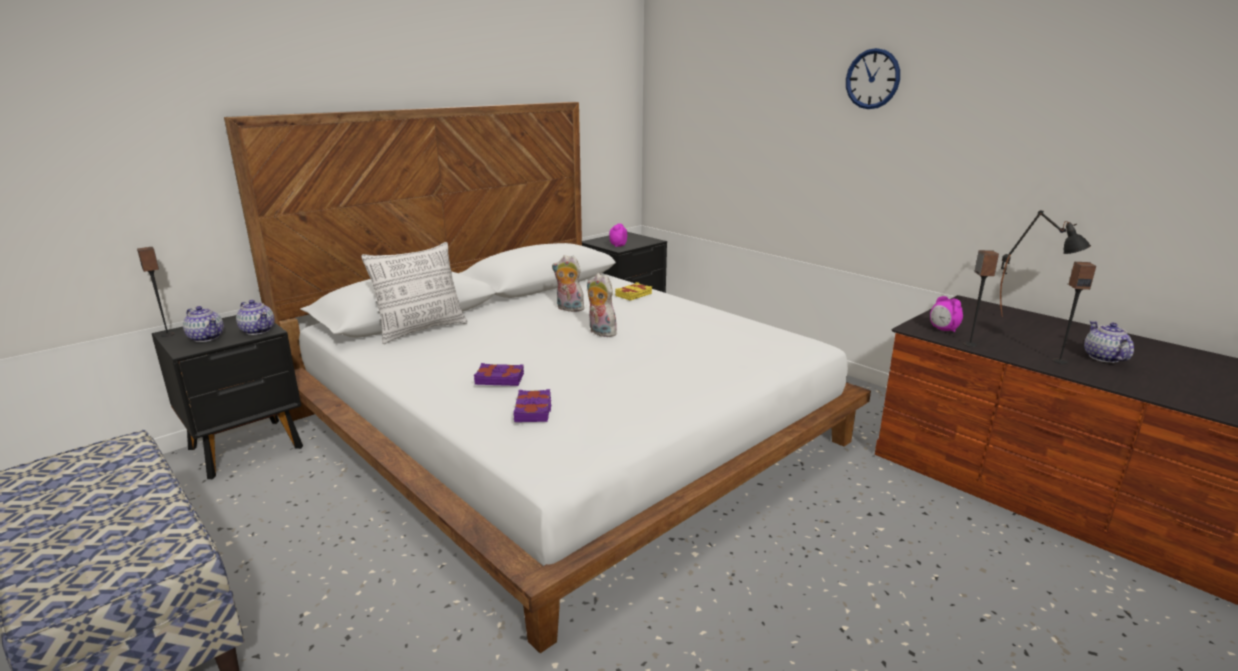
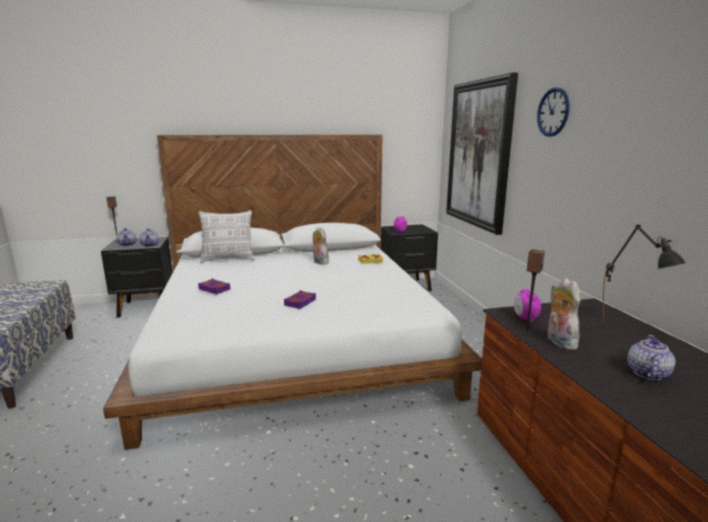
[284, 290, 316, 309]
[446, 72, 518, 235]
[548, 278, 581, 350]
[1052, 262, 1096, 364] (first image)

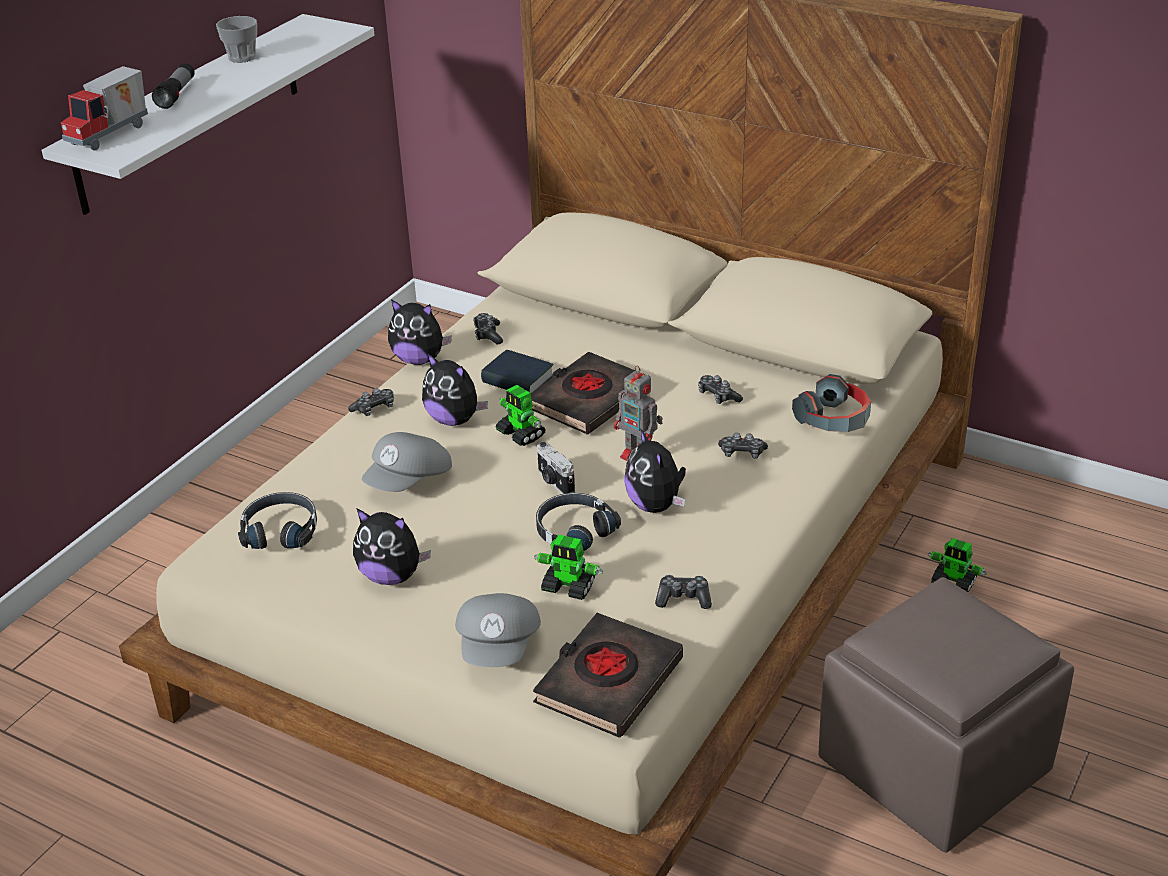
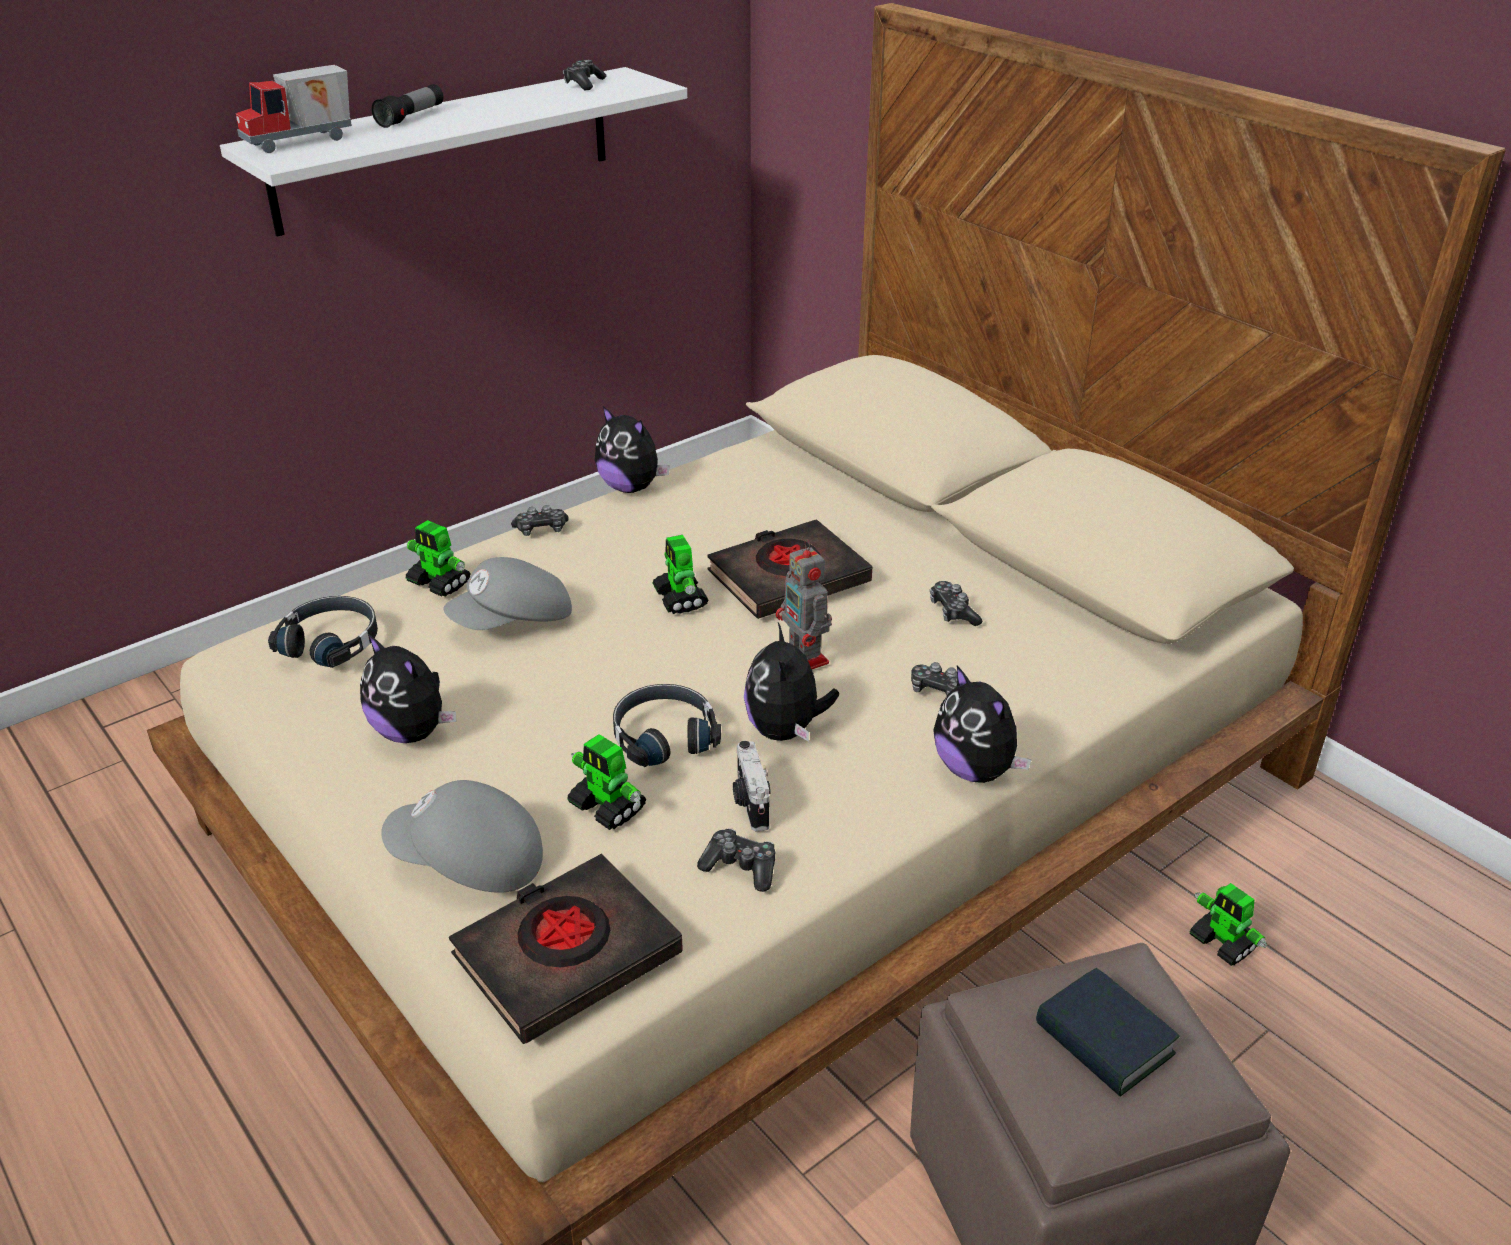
[381, 780, 543, 893]
[405, 520, 470, 597]
[563, 60, 606, 90]
[733, 741, 771, 831]
[933, 666, 1032, 783]
[1036, 968, 1180, 1097]
[216, 16, 257, 63] (first image)
[792, 374, 871, 432] (first image)

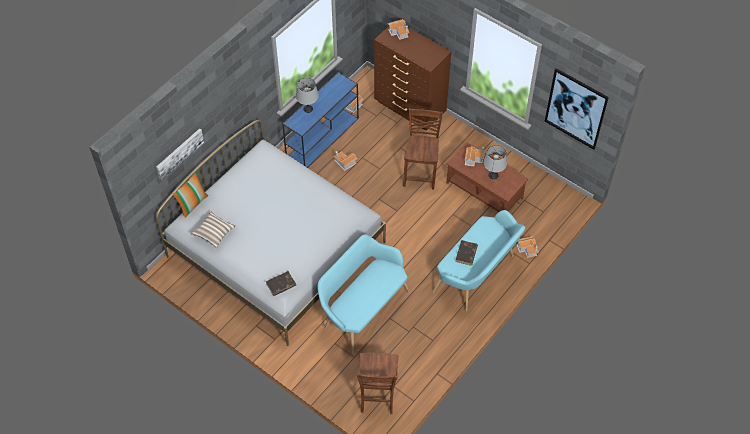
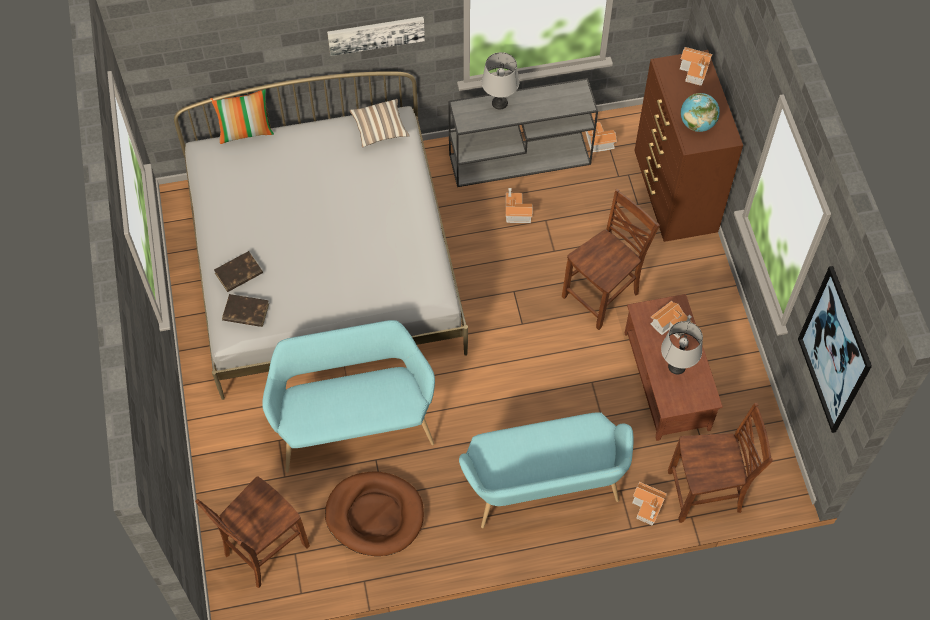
[214, 251, 263, 292]
[325, 472, 424, 556]
[327, 17, 425, 56]
[350, 99, 410, 147]
[449, 78, 598, 187]
[668, 403, 773, 523]
[681, 93, 720, 132]

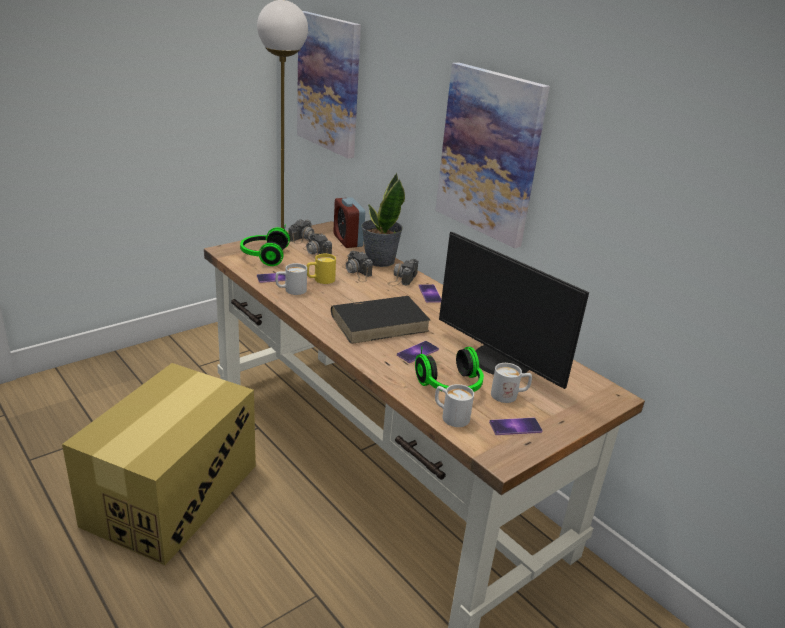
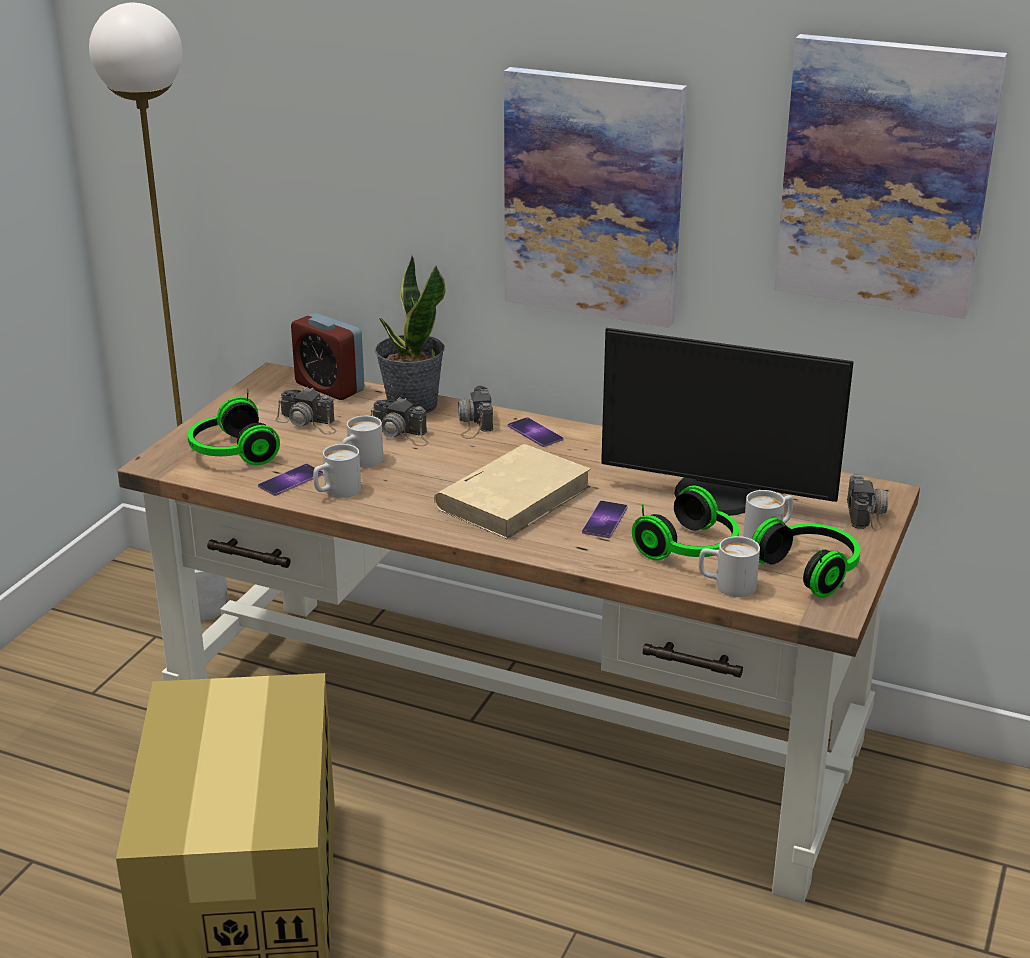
[342, 416, 383, 467]
[434, 444, 591, 539]
[752, 518, 860, 598]
[774, 34, 1007, 319]
[847, 474, 888, 530]

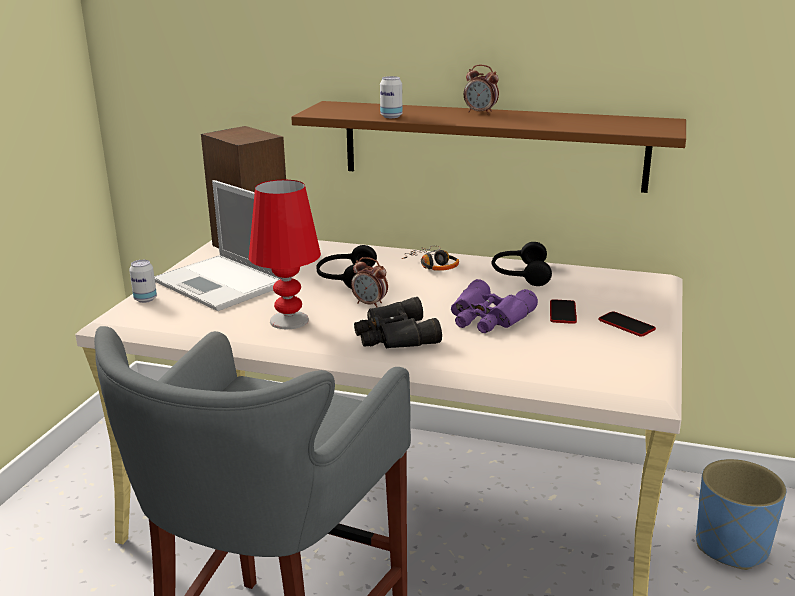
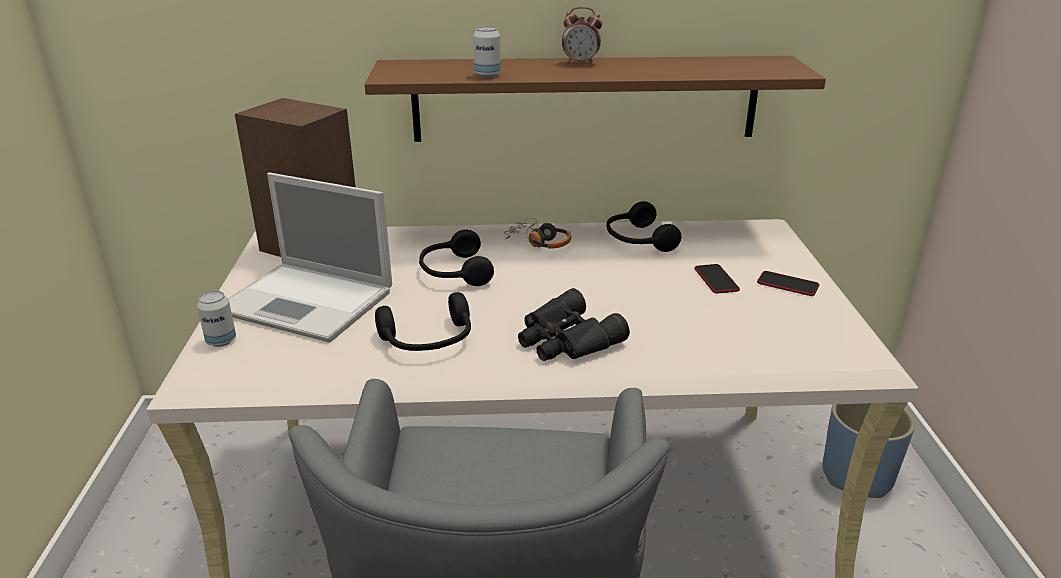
[375, 292, 471, 351]
[351, 257, 388, 308] (first image)
[451, 279, 538, 333] (first image)

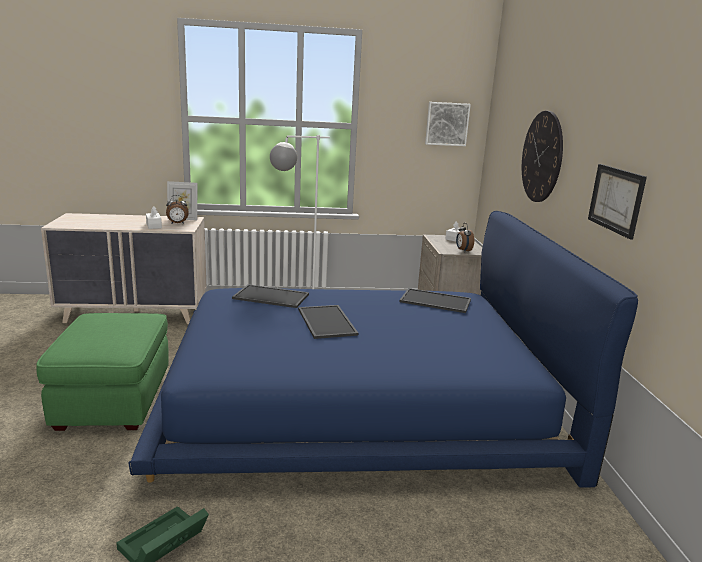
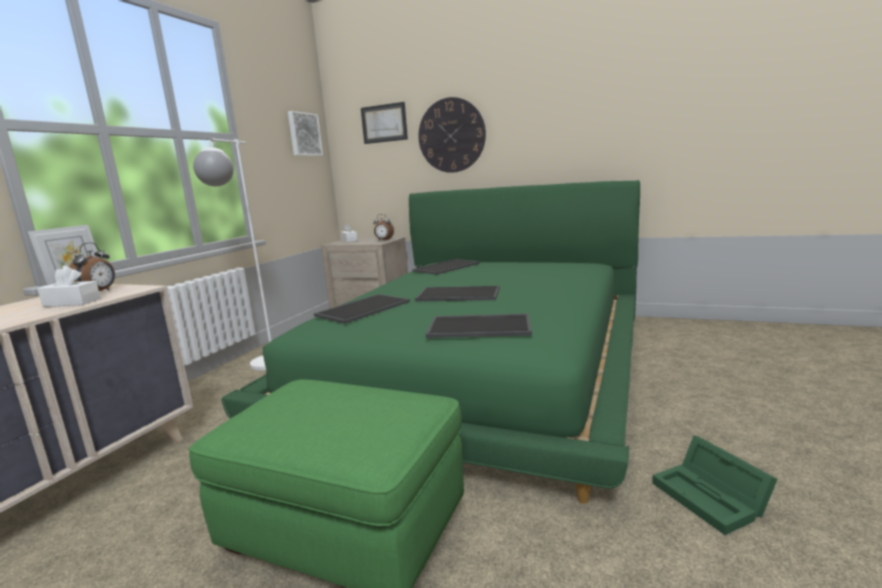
[221, 180, 640, 504]
[361, 102, 408, 144]
[426, 313, 532, 338]

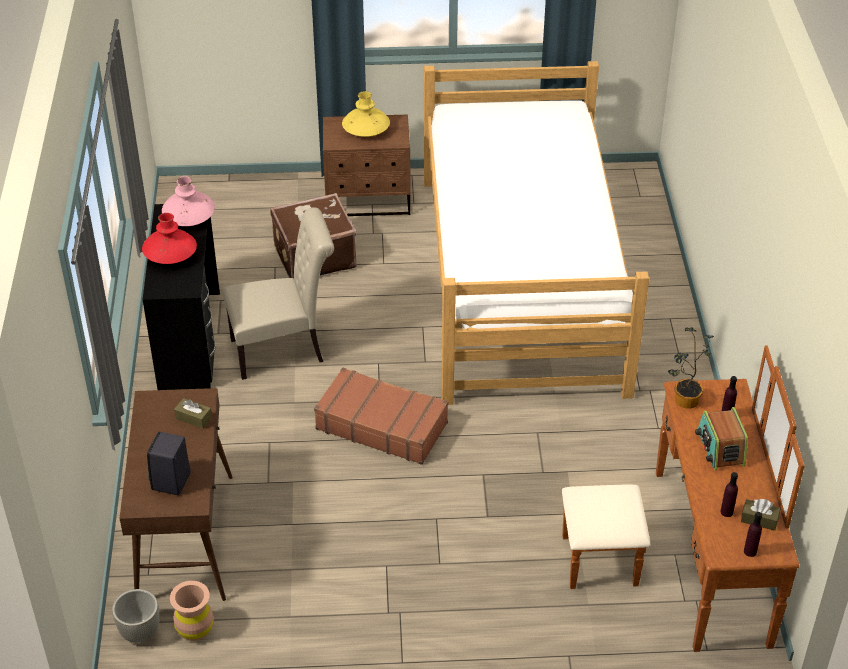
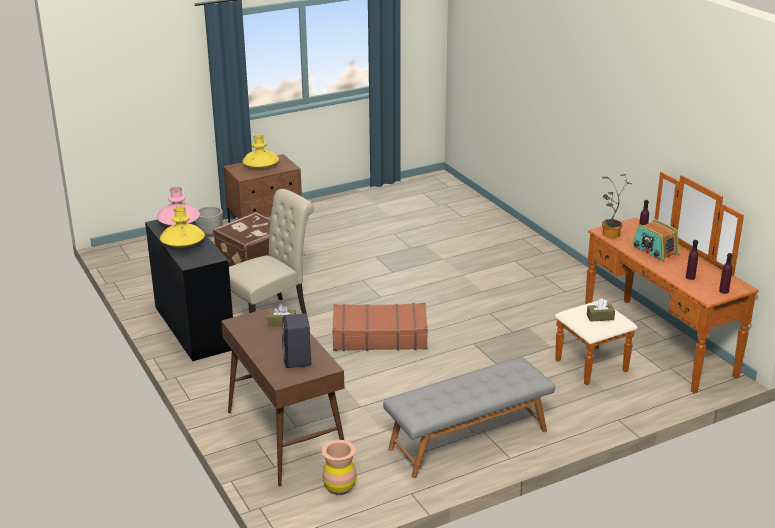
[160, 206, 205, 247]
[197, 206, 223, 237]
[383, 357, 555, 478]
[587, 298, 615, 322]
[424, 61, 649, 405] (first image)

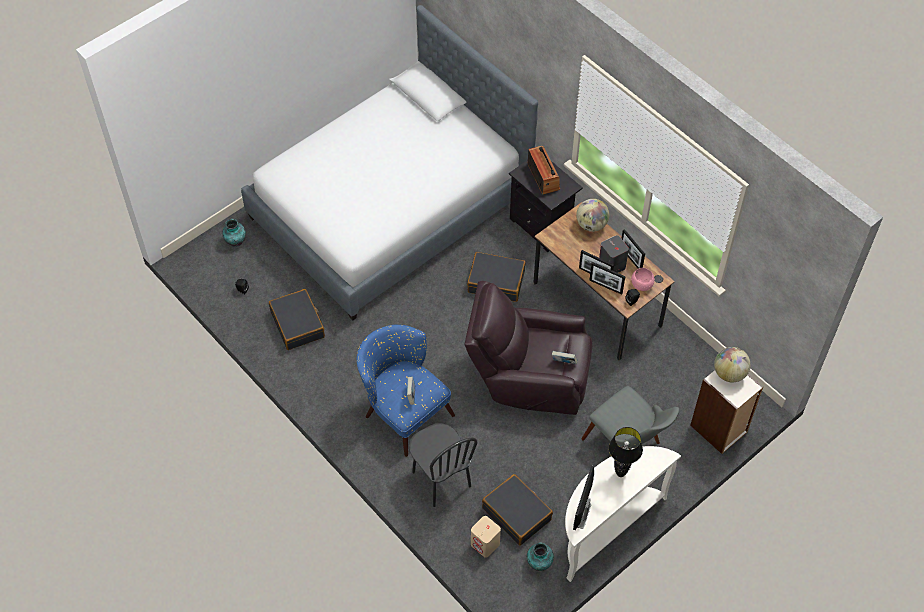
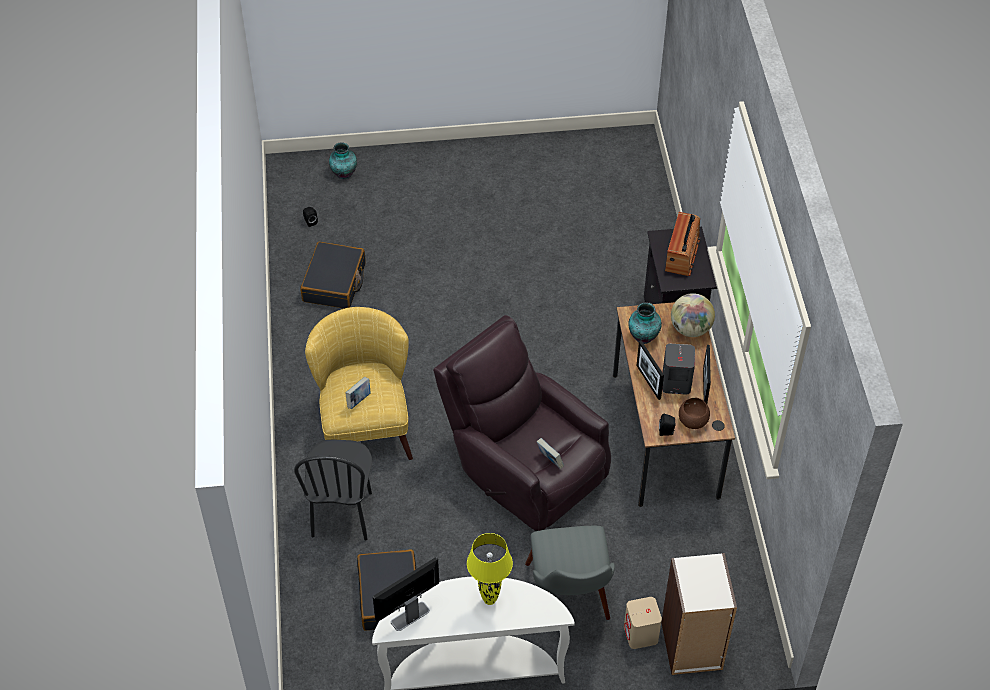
[305, 307, 413, 460]
[467, 533, 513, 605]
[624, 597, 662, 649]
[628, 303, 662, 344]
[679, 398, 710, 429]
[241, 5, 538, 321] (first image)
[467, 252, 526, 302] (first image)
[589, 262, 625, 295] (first image)
[714, 347, 751, 383] (first image)

